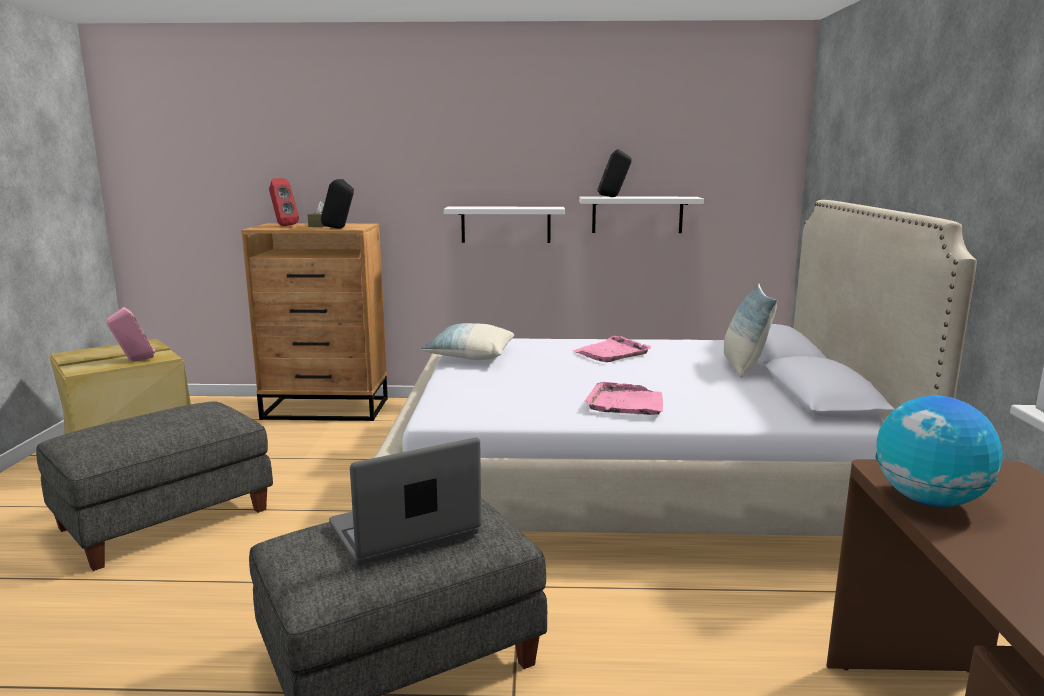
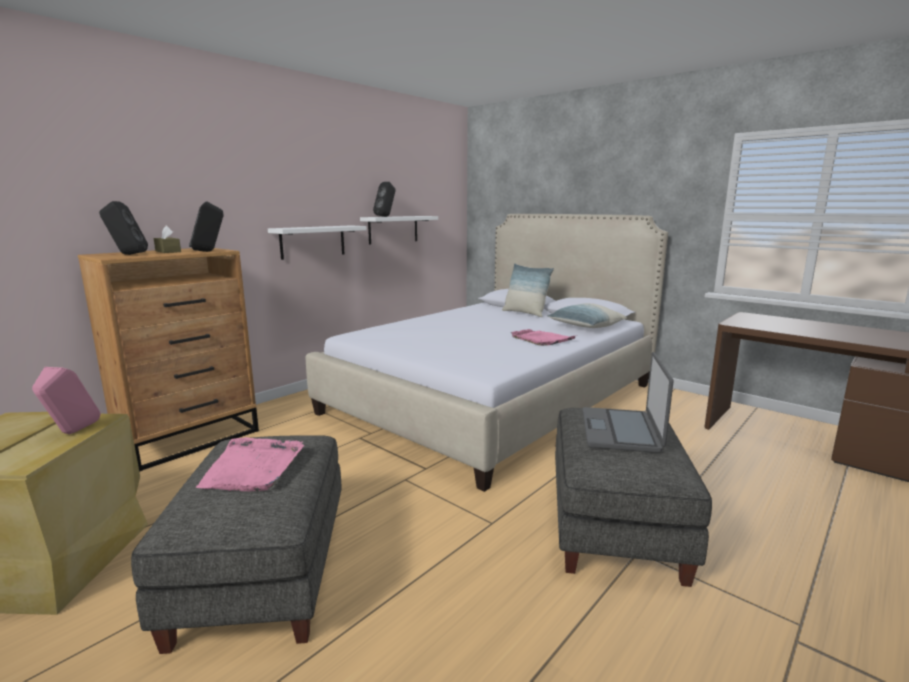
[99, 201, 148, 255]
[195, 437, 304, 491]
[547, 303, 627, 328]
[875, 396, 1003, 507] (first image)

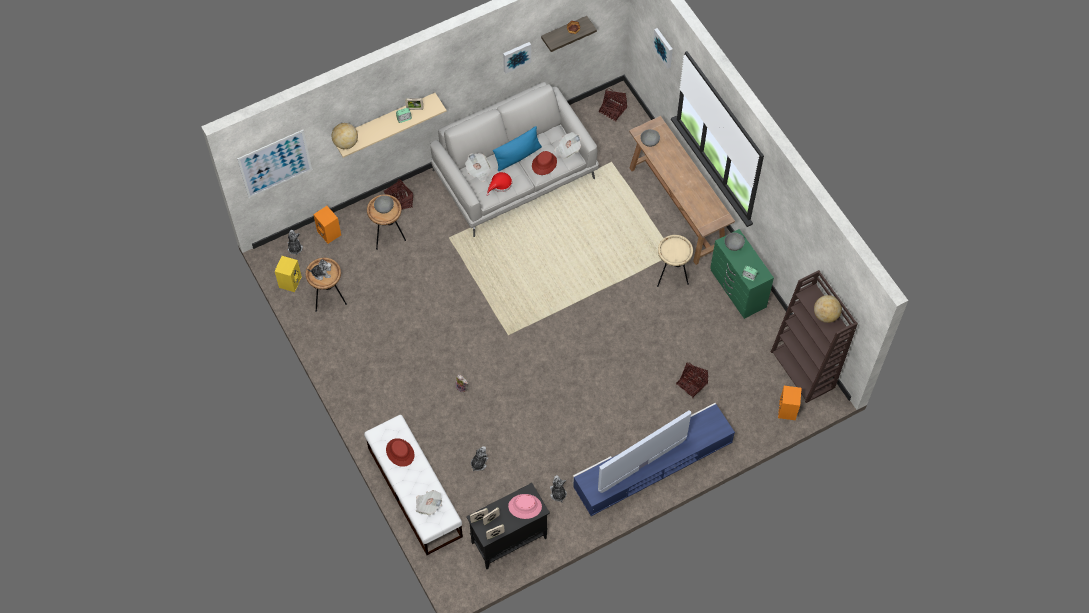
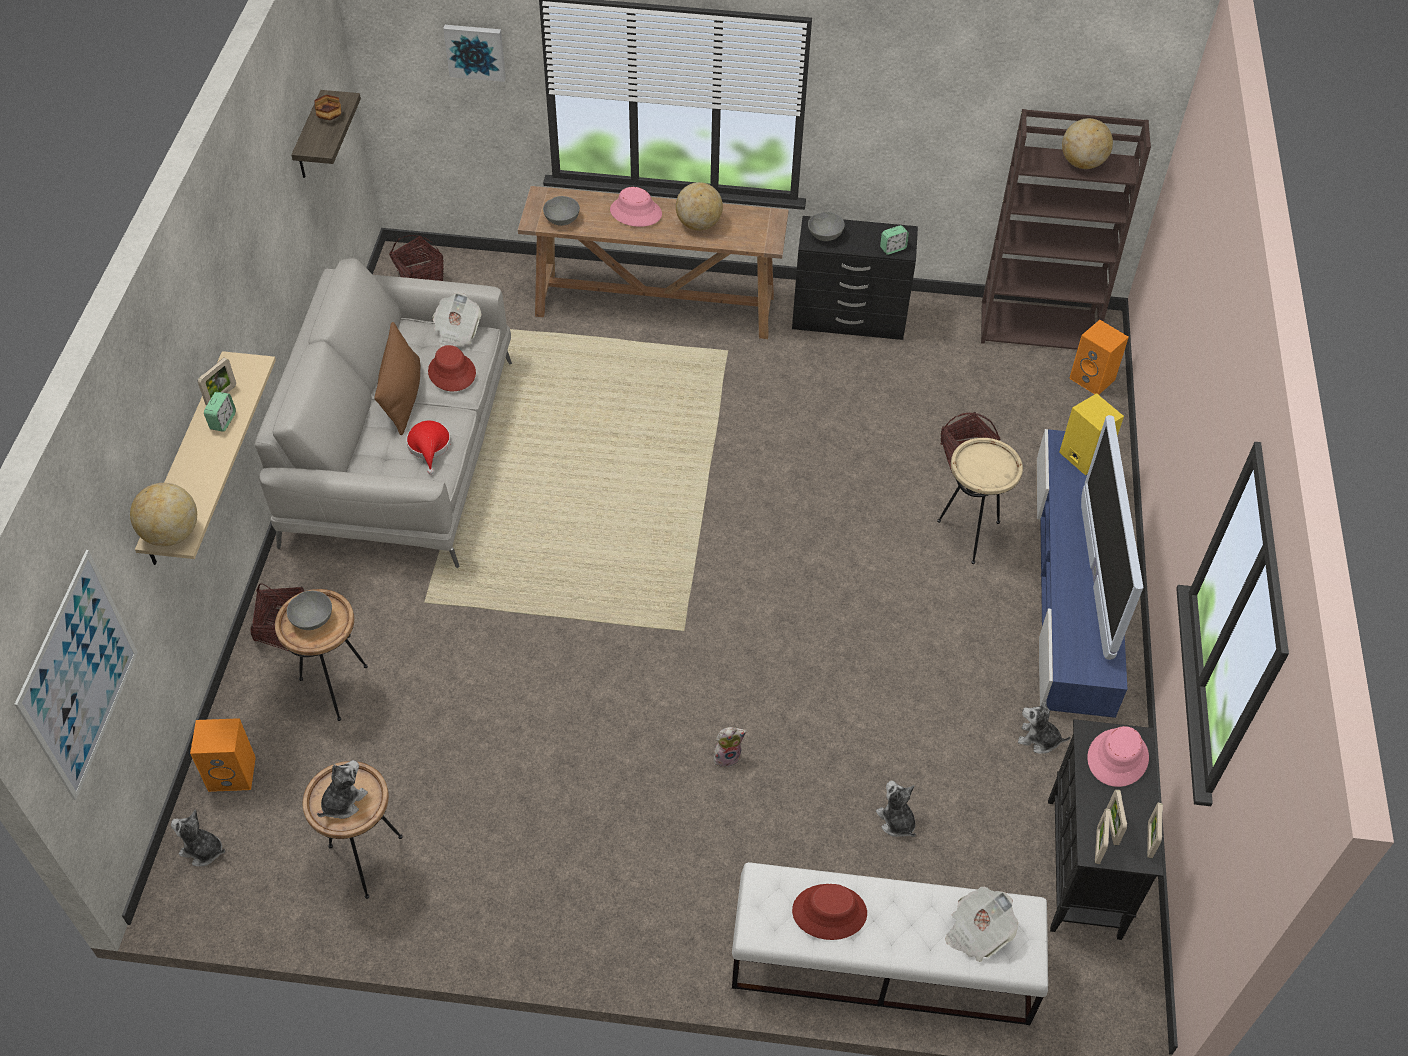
[374, 322, 420, 435]
[610, 187, 662, 227]
[676, 182, 723, 230]
[792, 216, 918, 340]
[937, 438, 1023, 564]
[1059, 393, 1124, 476]
[465, 153, 492, 182] (first image)
[503, 42, 531, 74] (first image)

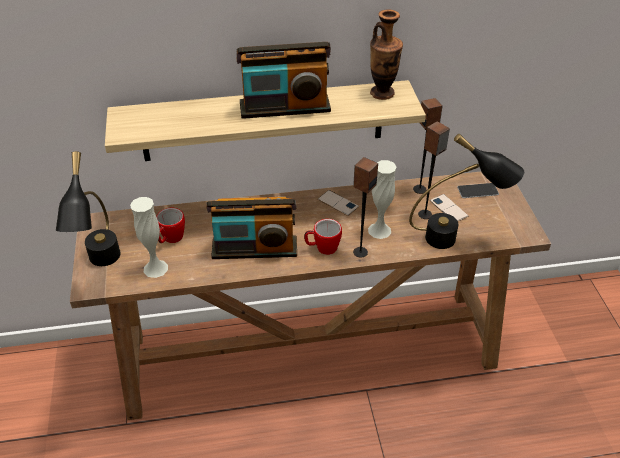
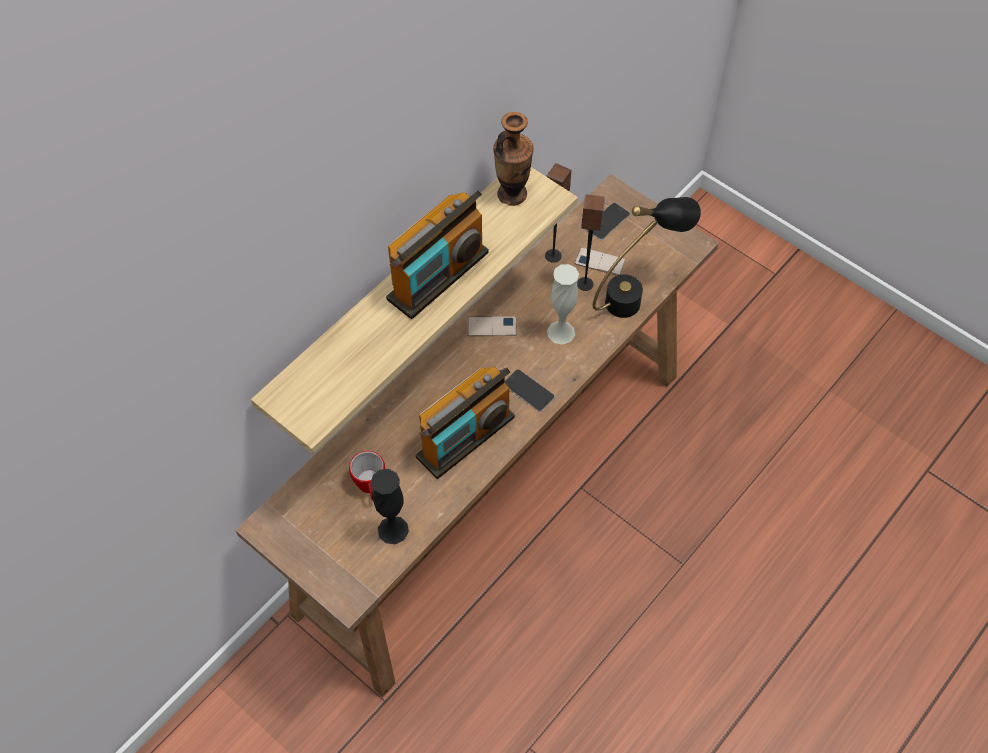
[371, 469, 409, 544]
[505, 369, 555, 412]
[56, 151, 121, 266] (first image)
[353, 157, 378, 258] (first image)

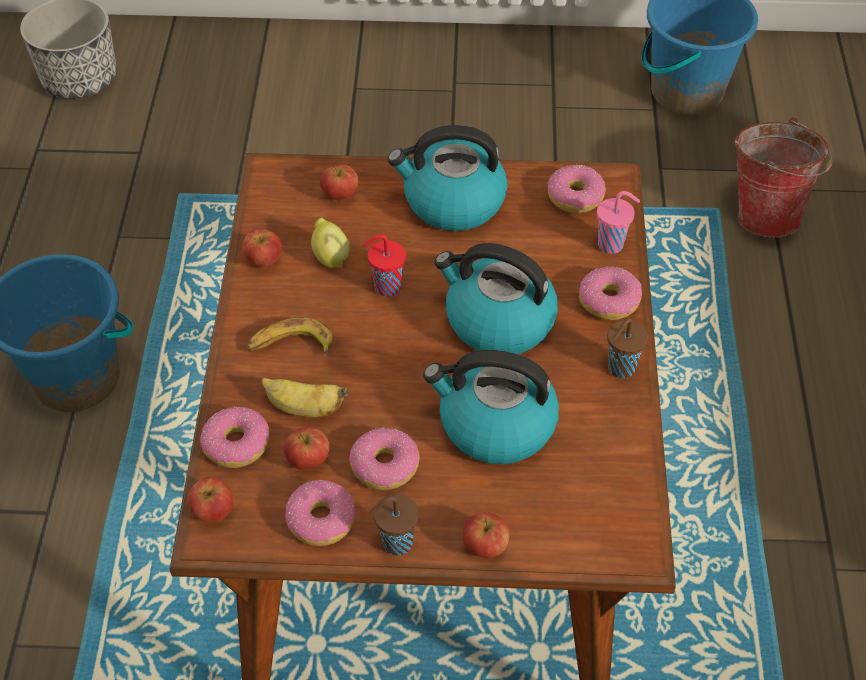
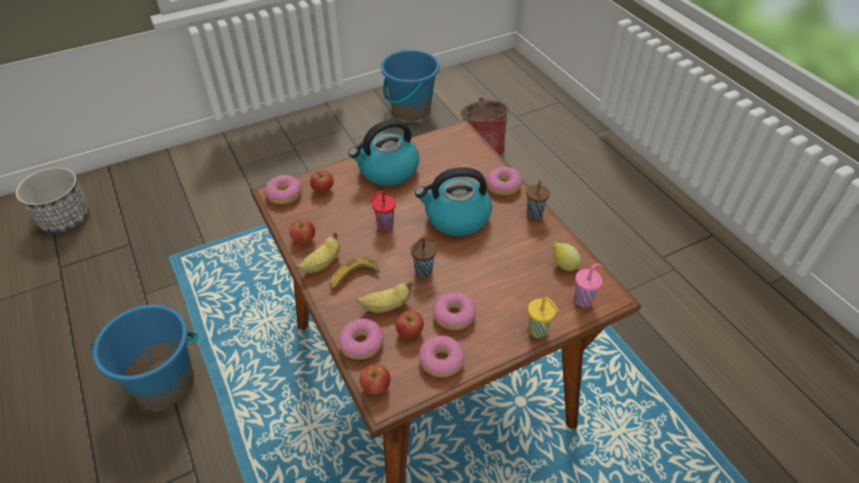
[265, 175, 301, 204]
[297, 232, 340, 273]
[411, 237, 436, 278]
[528, 297, 559, 338]
[552, 242, 581, 271]
[574, 263, 603, 307]
[423, 350, 559, 465] (first image)

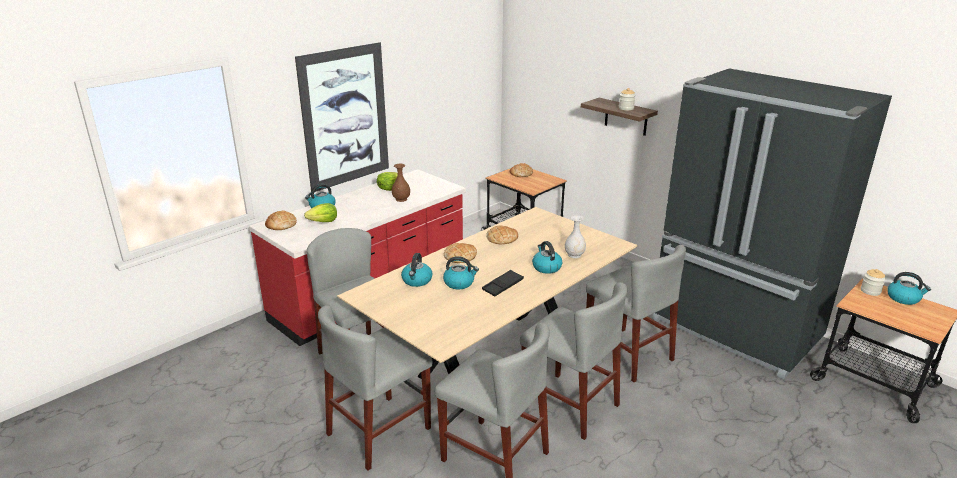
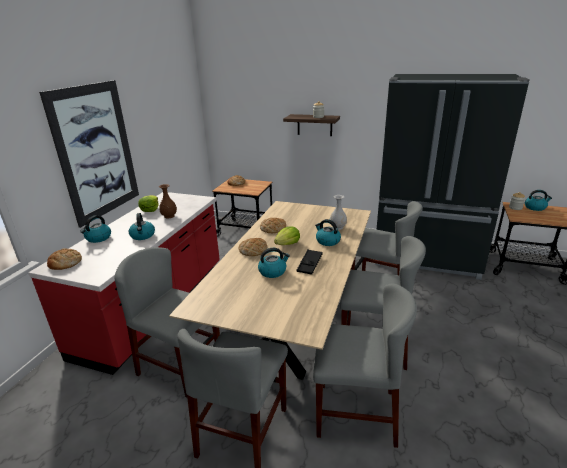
[129, 213, 155, 240]
[274, 226, 300, 245]

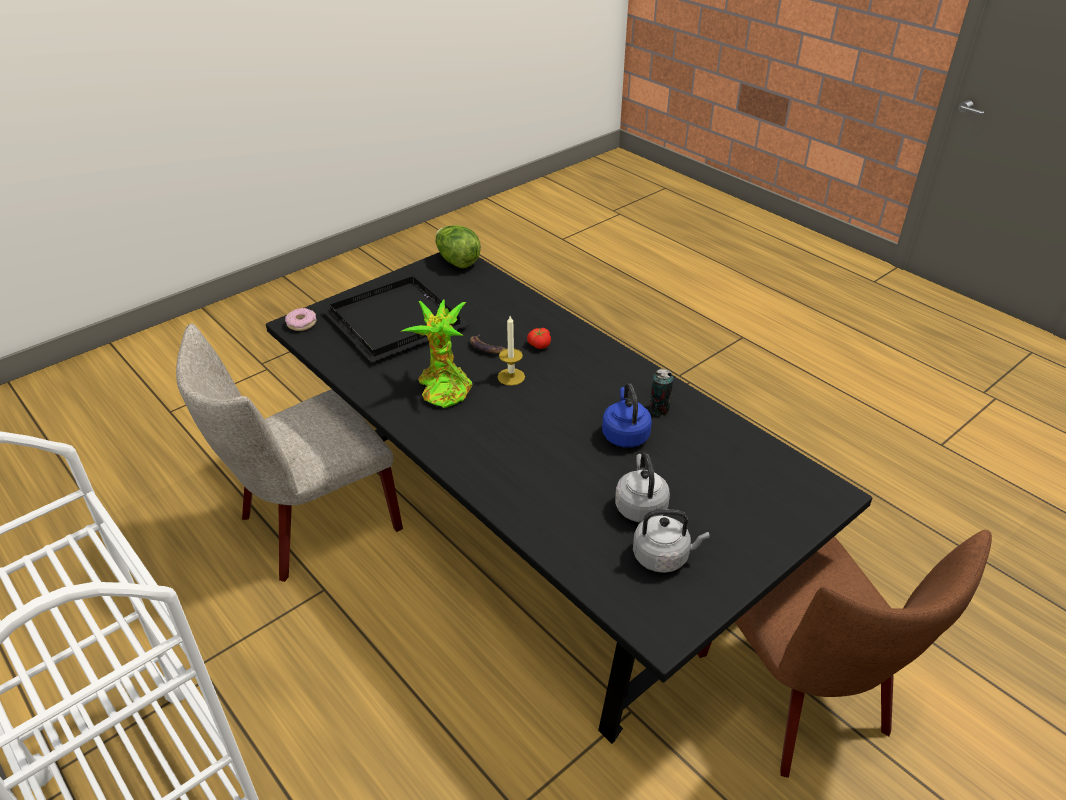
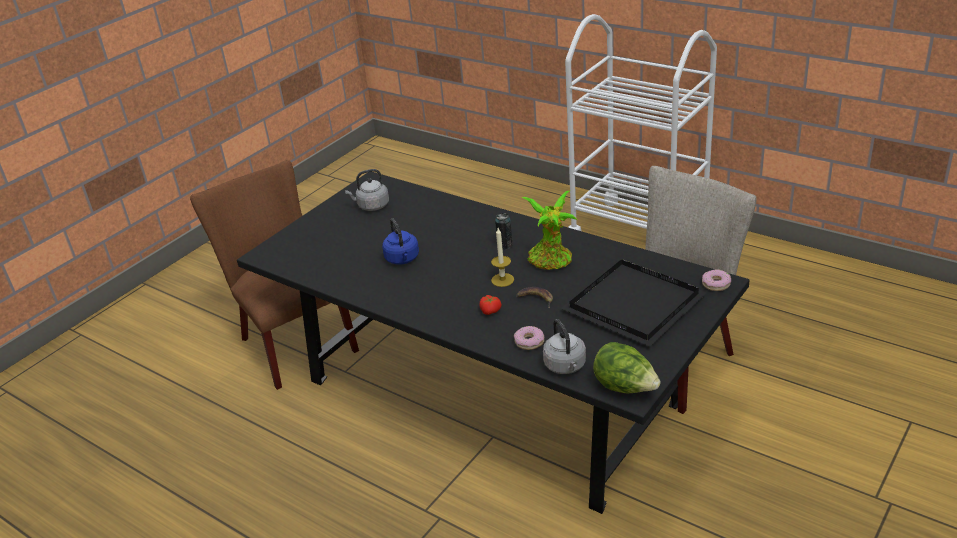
[495, 213, 513, 249]
[514, 326, 545, 350]
[543, 319, 586, 374]

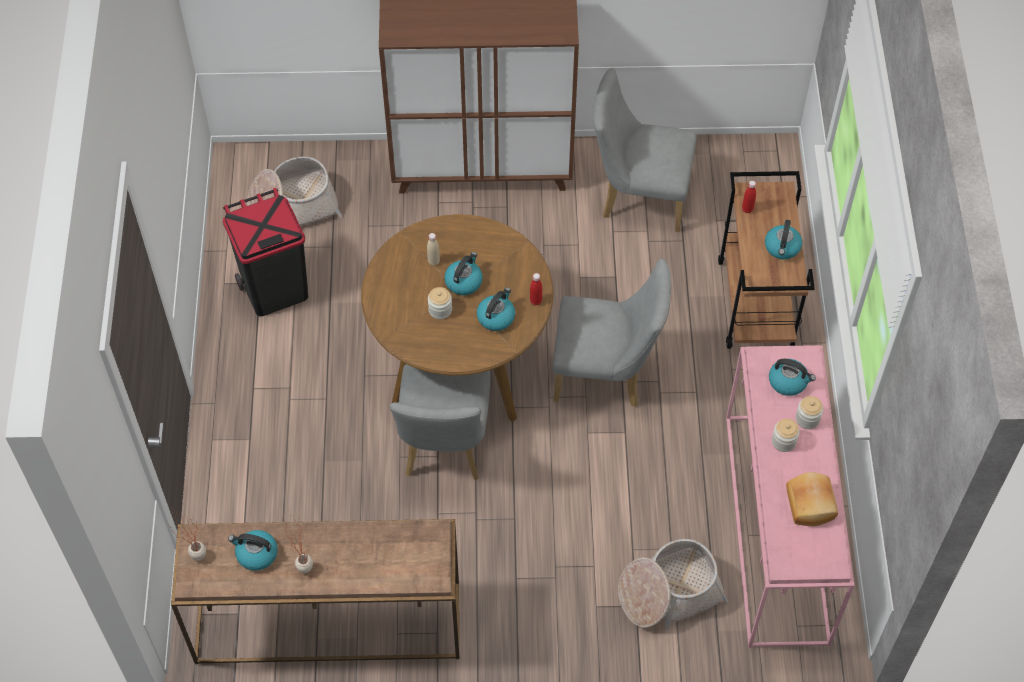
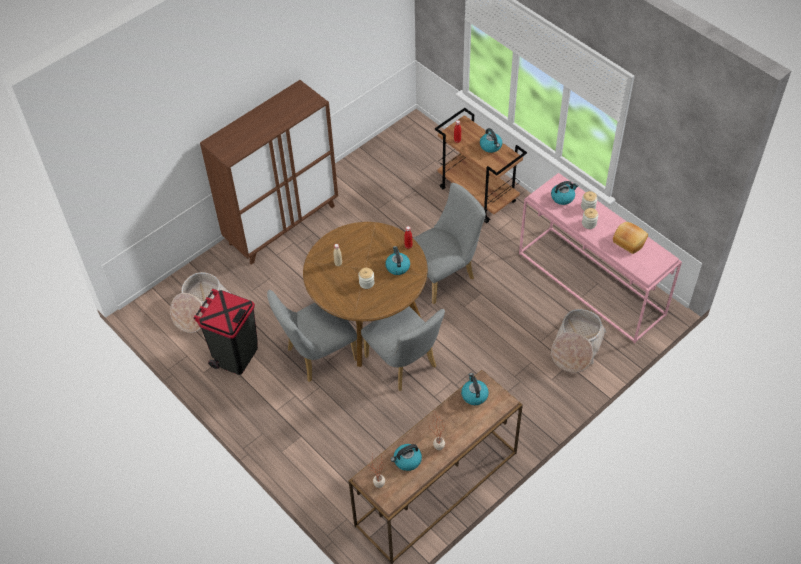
[267, 290, 357, 382]
[461, 373, 489, 405]

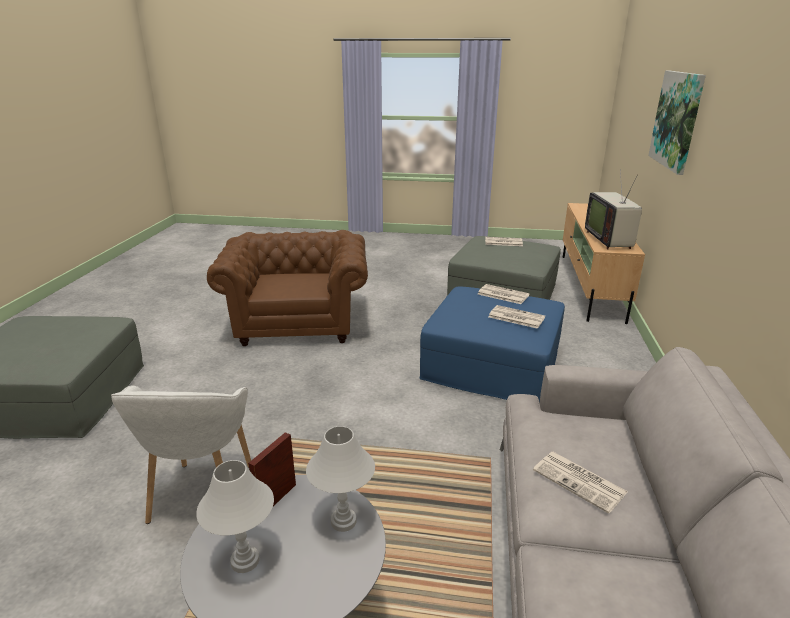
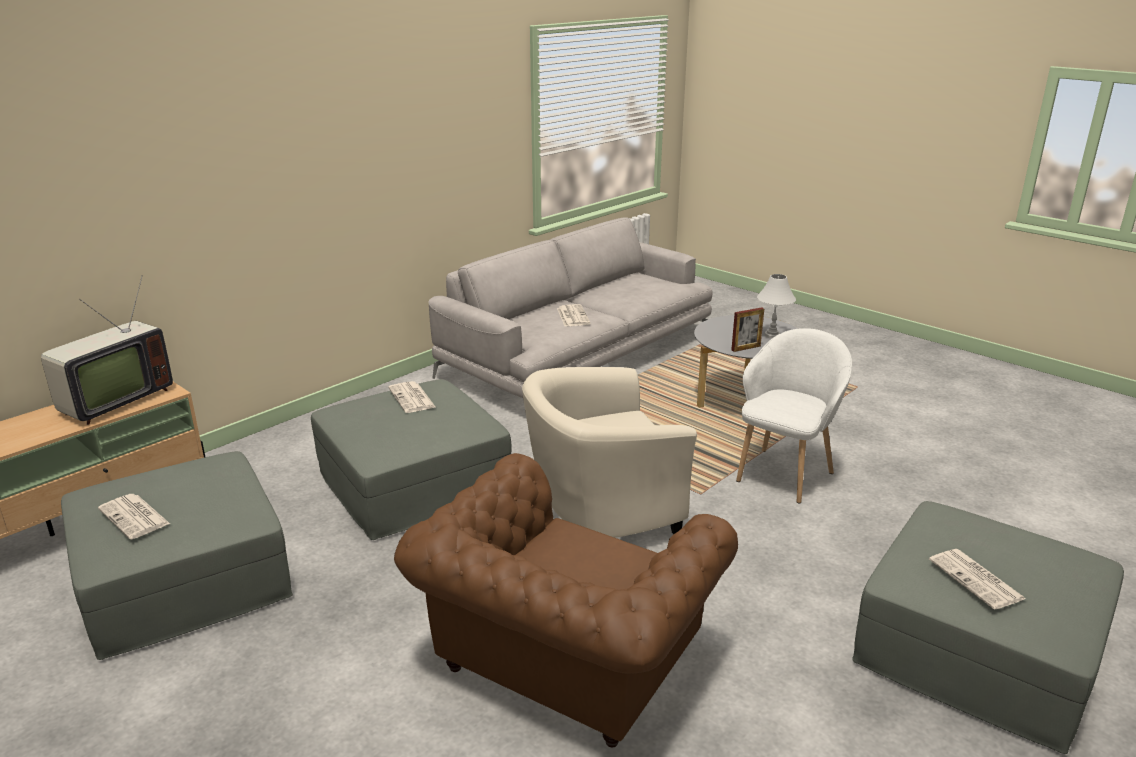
[311, 379, 511, 540]
[522, 367, 697, 538]
[929, 549, 1026, 610]
[306, 426, 375, 532] (first image)
[648, 71, 706, 175] (first image)

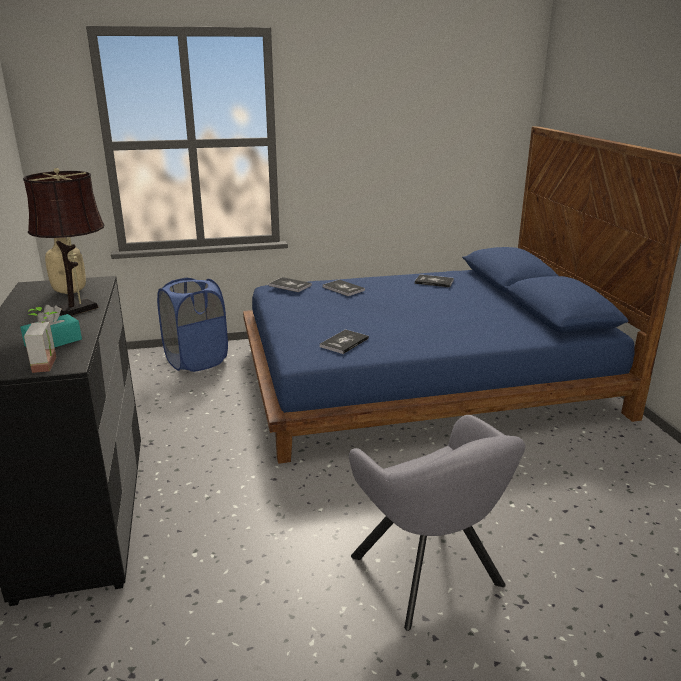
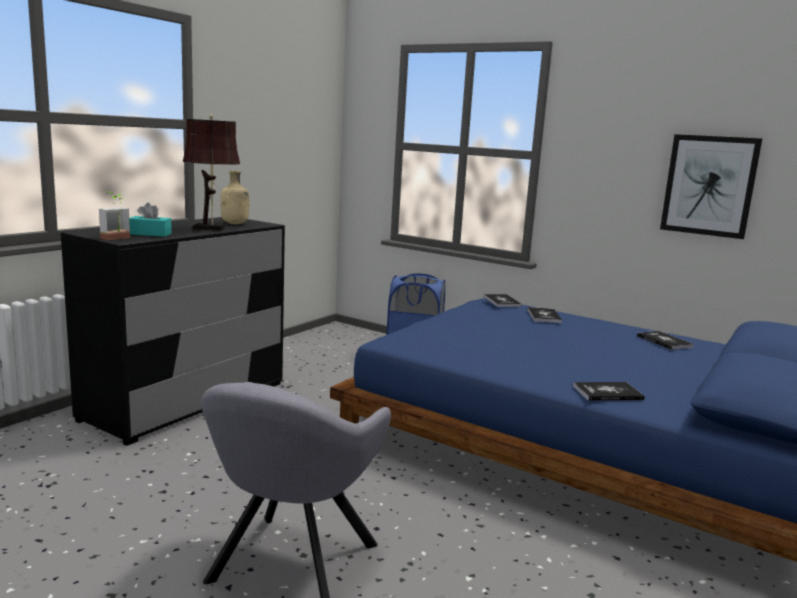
[573, 382, 645, 401]
[660, 134, 762, 239]

